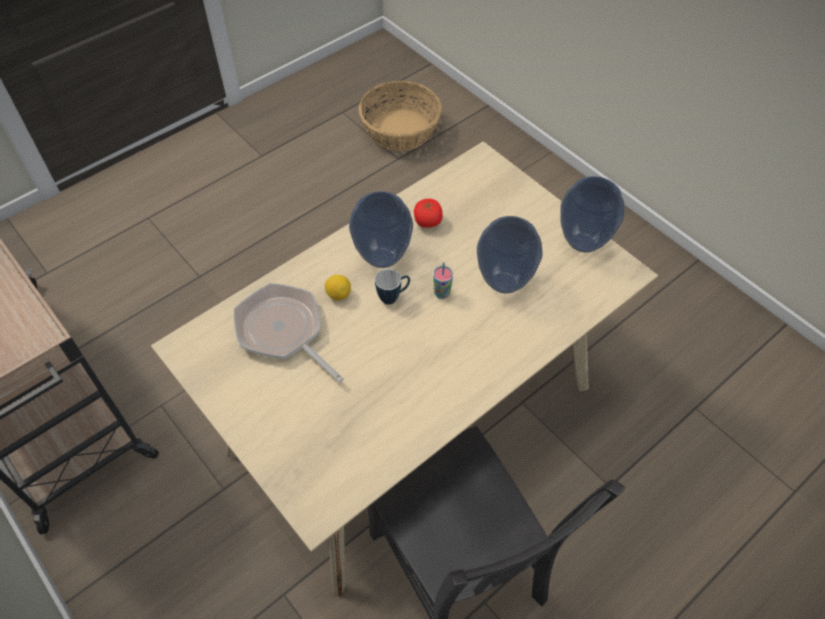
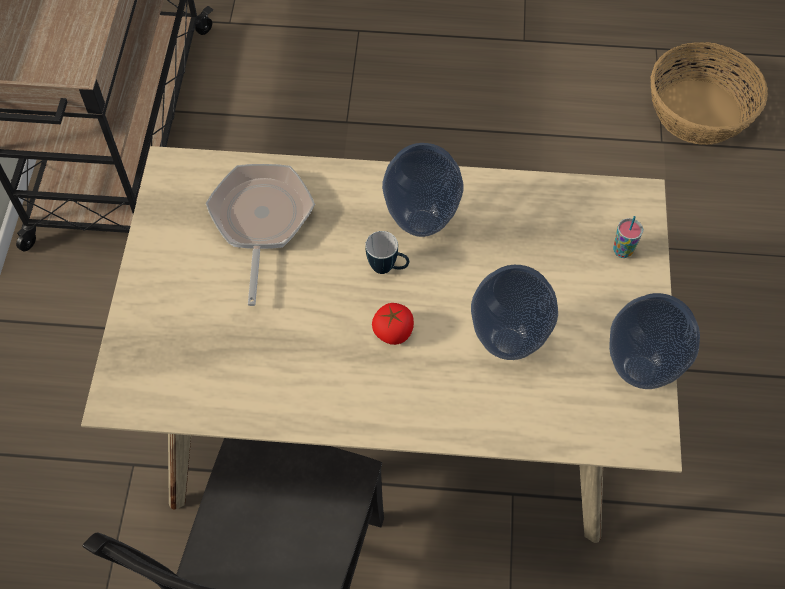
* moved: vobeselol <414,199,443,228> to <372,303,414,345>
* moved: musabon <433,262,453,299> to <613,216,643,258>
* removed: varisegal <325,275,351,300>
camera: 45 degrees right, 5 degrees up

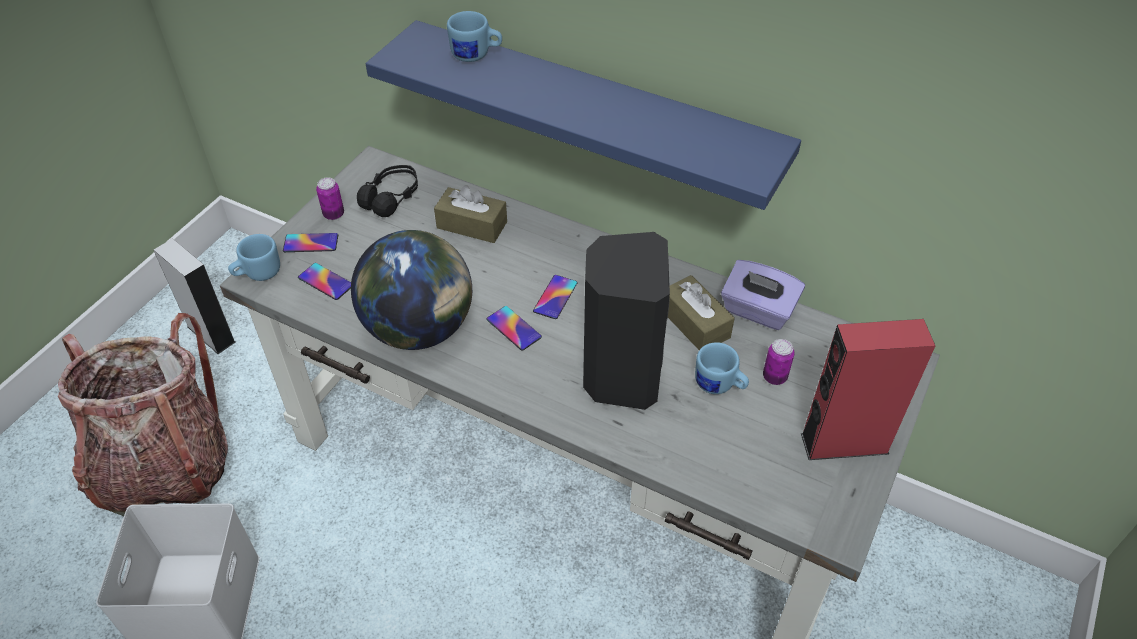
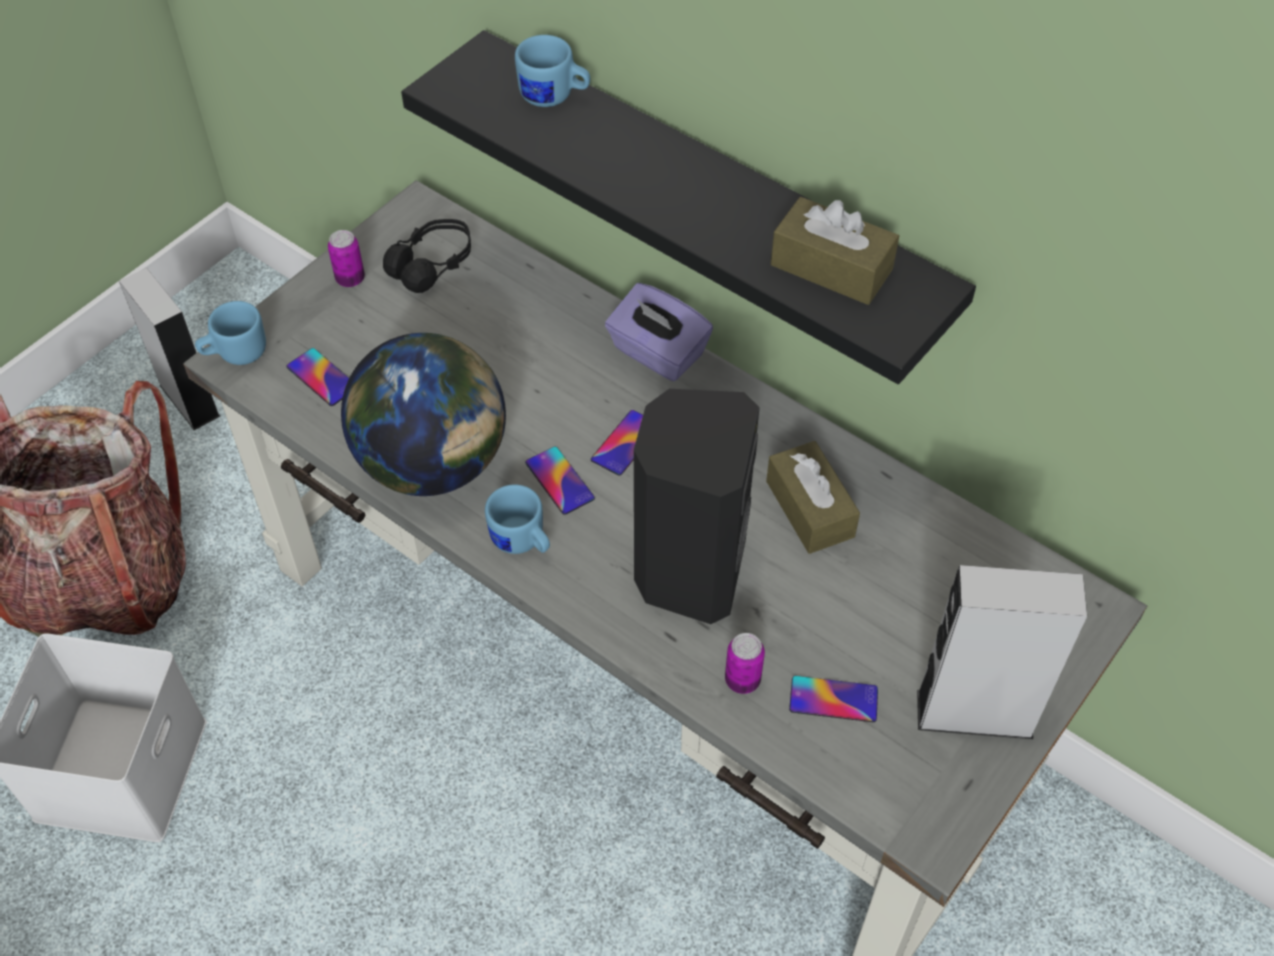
* recoloured: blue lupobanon <366,20,801,210> to black lupobanon <401,30,976,384>
* moved: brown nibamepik <434,185,507,243> to <771,197,899,305>
* moved: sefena <283,233,338,252> to <789,676,878,722>
* moved: purple nibamepik <721,260,805,330> to <605,283,713,381>
* recoloured: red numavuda <801,319,935,460> to grey numavuda <917,565,1087,739>
* moved: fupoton <763,339,795,385> to <725,633,765,694>
* moved: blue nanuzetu <695,342,749,394> to <485,485,550,554>
camera: 10 degrees right, 5 degrees up

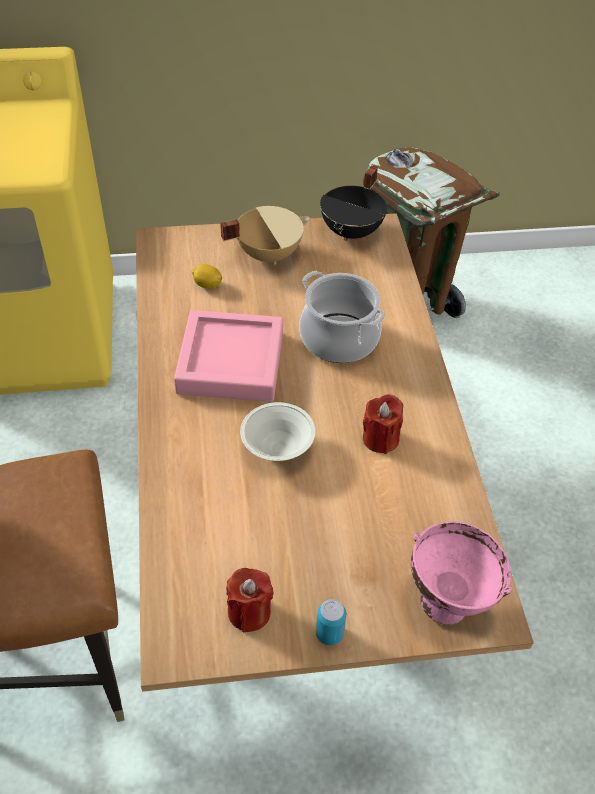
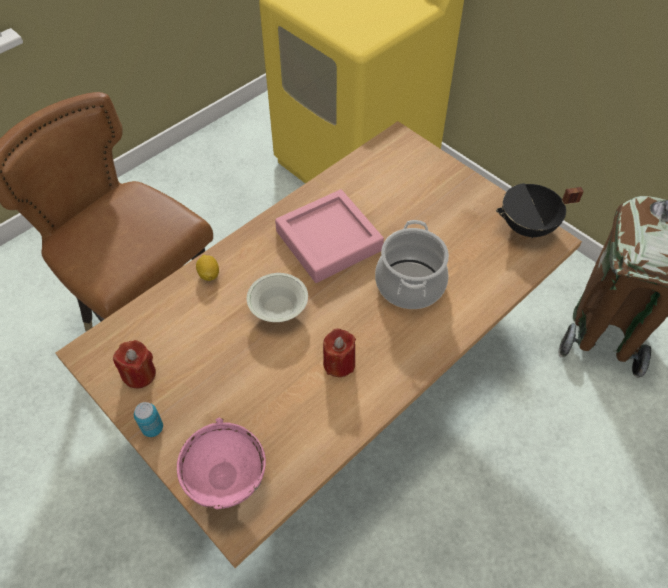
* removed: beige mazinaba <220,206,310,265>
* moved: varisegal <191,264,222,289> to <196,255,219,281>
camera: 55 degrees right, 5 degrees up

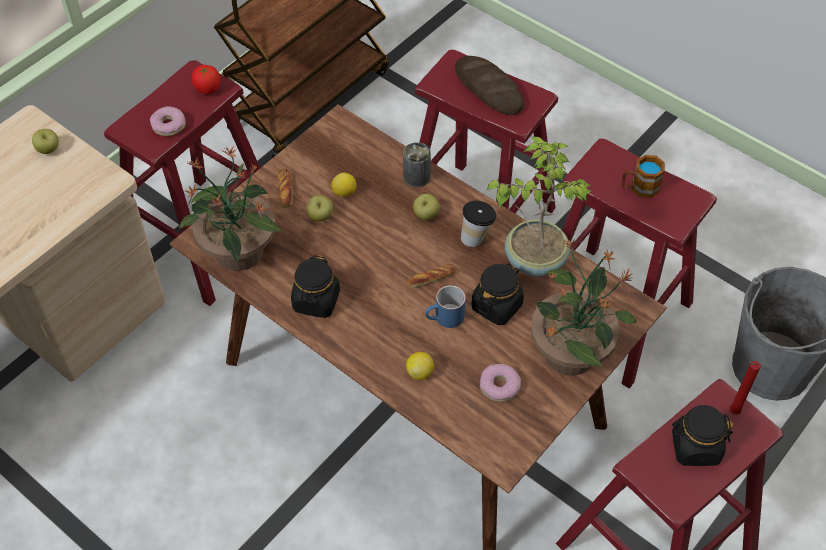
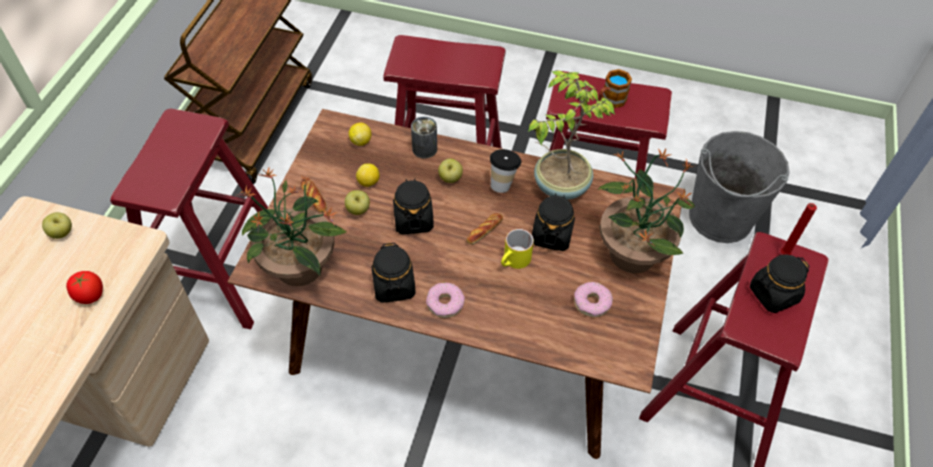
* removed: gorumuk <455,56,524,115>
* moved: vobeselol <192,65,220,95> to <66,271,103,304>
* moved: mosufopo <150,106,186,136> to <426,283,465,318>
* recoloured: blue nanuzetu <425,285,466,328> to yellow nanuzetu <501,229,534,269>
* moved: varisegal <406,352,434,380> to <349,123,371,146>
* added: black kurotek <393,178,434,234>
camera: 25 degrees left, 0 degrees up

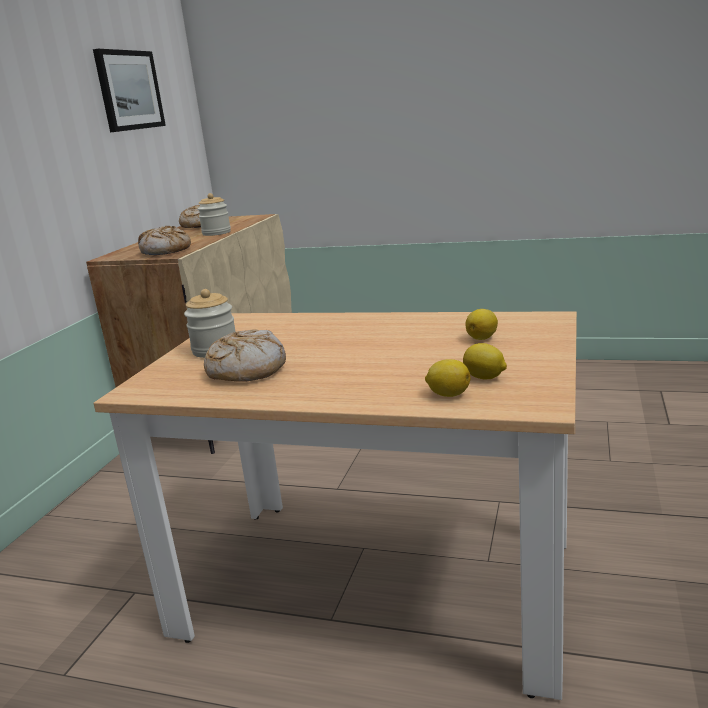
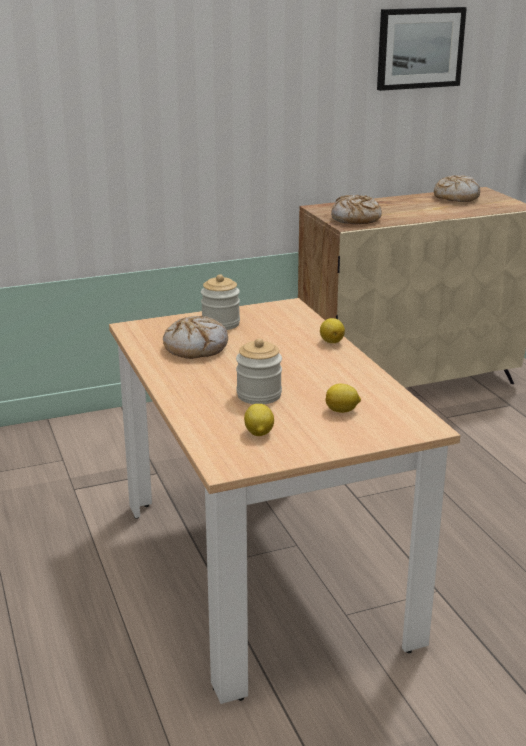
* moved: kurotek <198,193,231,236> to <236,338,282,404>
* moved: varisegal <425,359,470,397> to <320,318,345,343>
camera: 50 degrees right, 5 degrees up

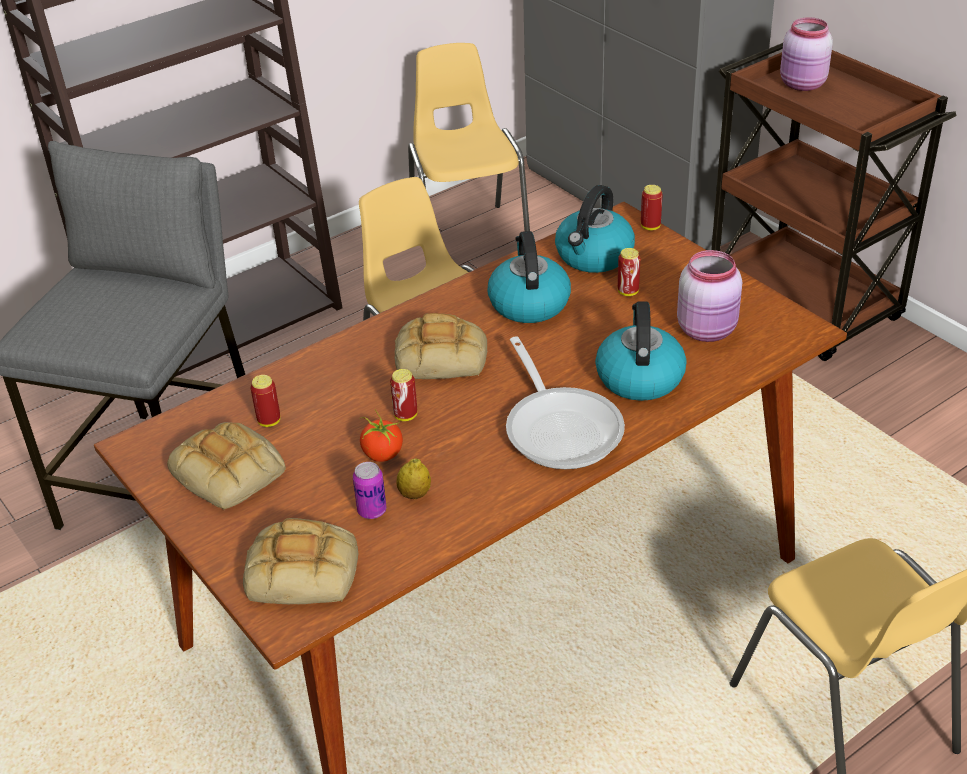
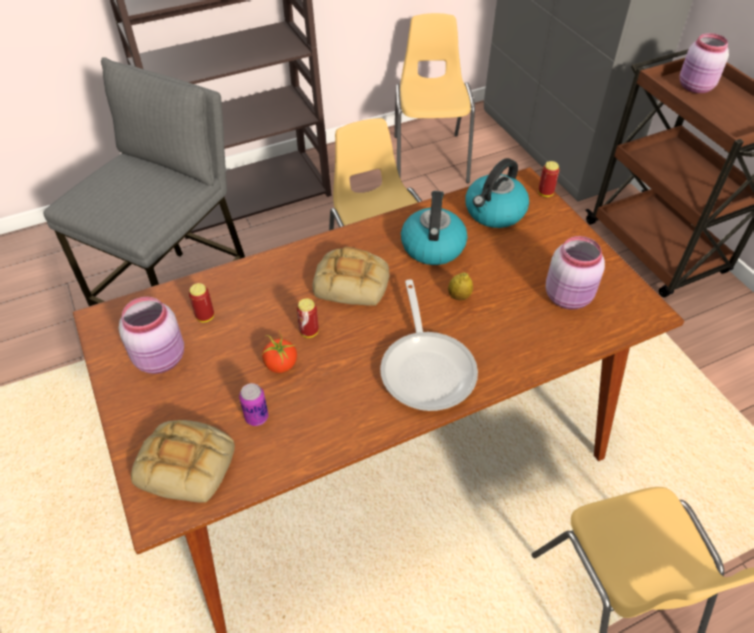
* removed: fupoton <618,248,640,296>
* removed: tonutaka <595,301,686,401>
* replaced: gorumuk <167,422,286,509> to pink kurotek <119,297,184,374>
* moved: varisegal <397,458,431,499> to <448,272,473,300>
camera: 10 degrees right, 10 degrees up

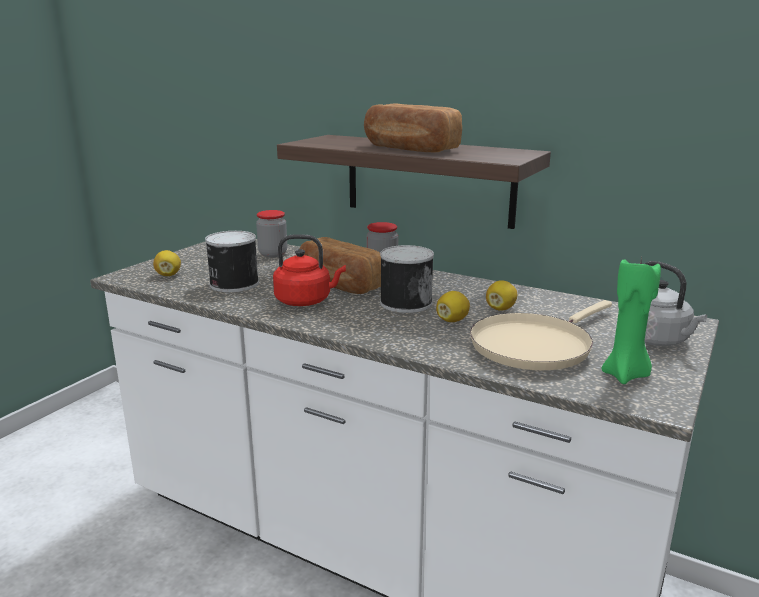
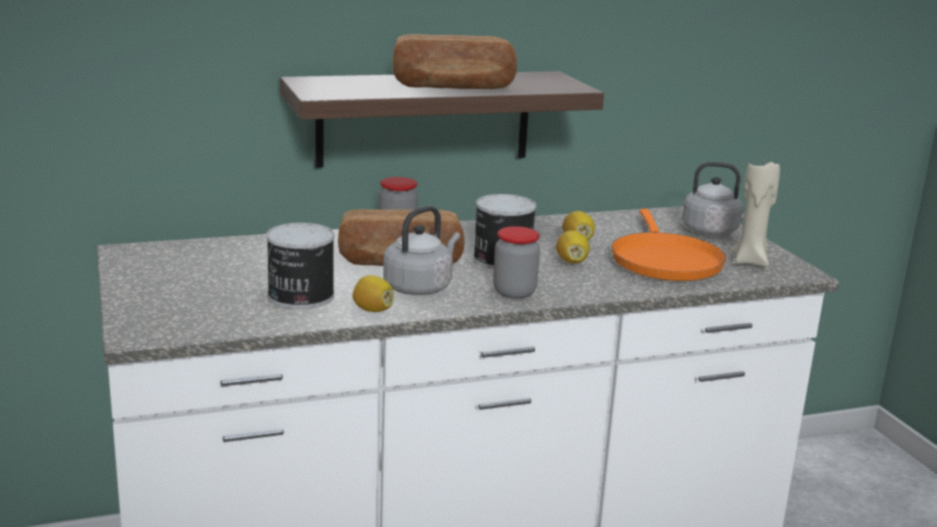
* moved: kurotek <256,210,287,257> to <493,226,540,299>
* recoloured: red tonutaka <273,234,346,306> to grey tonutaka <383,206,460,295>
* moved: varisegal <153,250,181,276> to <352,275,394,312>
* recoloured: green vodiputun <601,257,661,384> to beige vodiputun <731,160,780,267>
* recoloured: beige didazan <470,300,612,370> to orange didazan <611,209,726,281>
camera: 50 degrees left, 0 degrees up

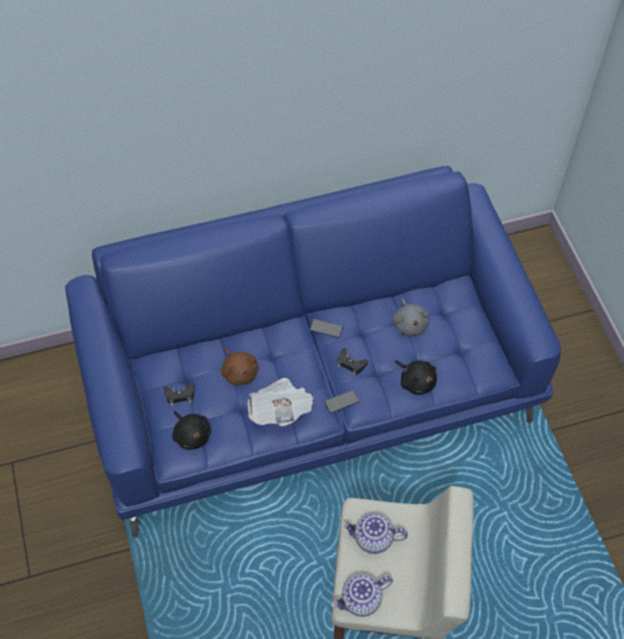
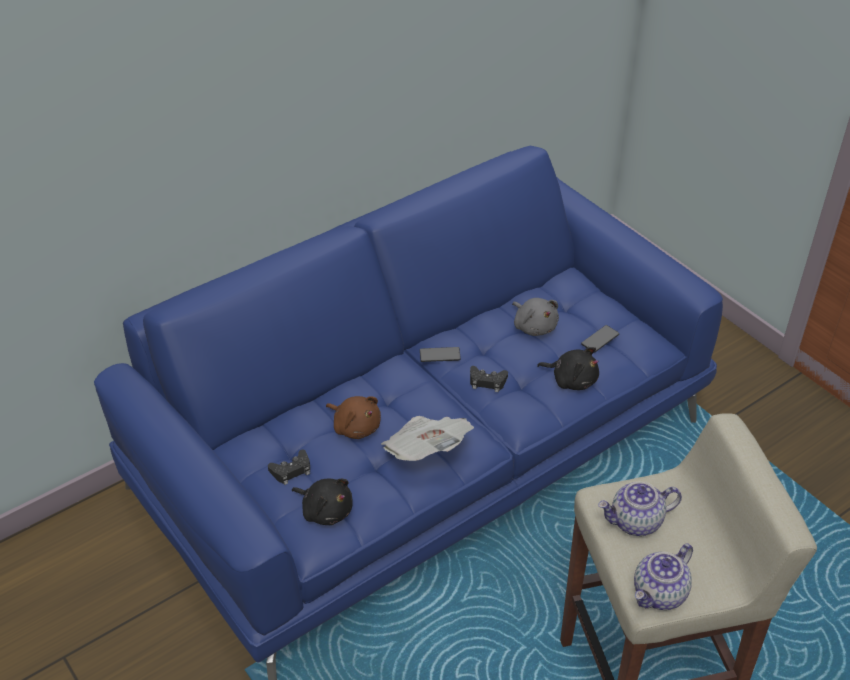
* moved: sefena <324,390,360,413> to <581,325,619,353>
camera: 20 degrees left, 15 degrees down

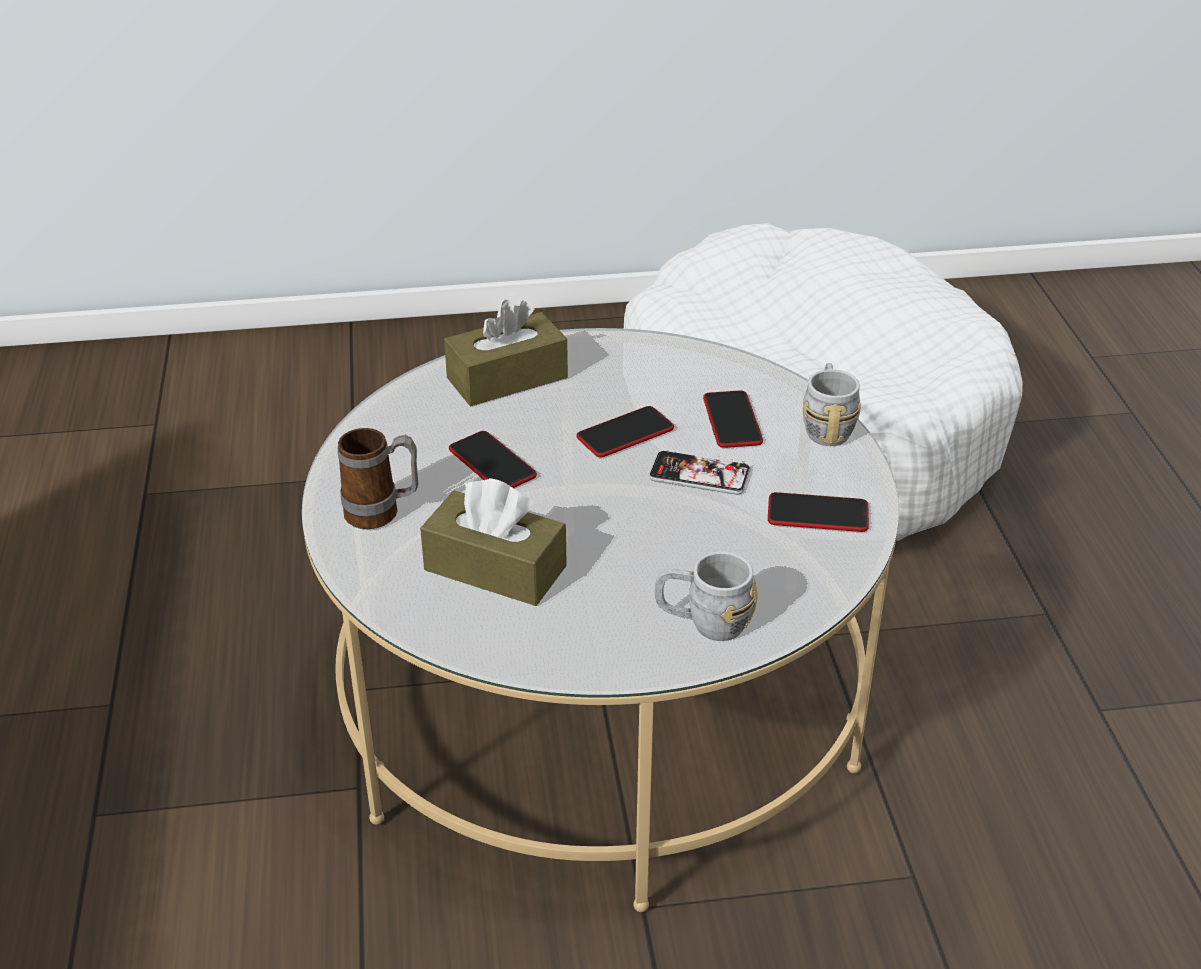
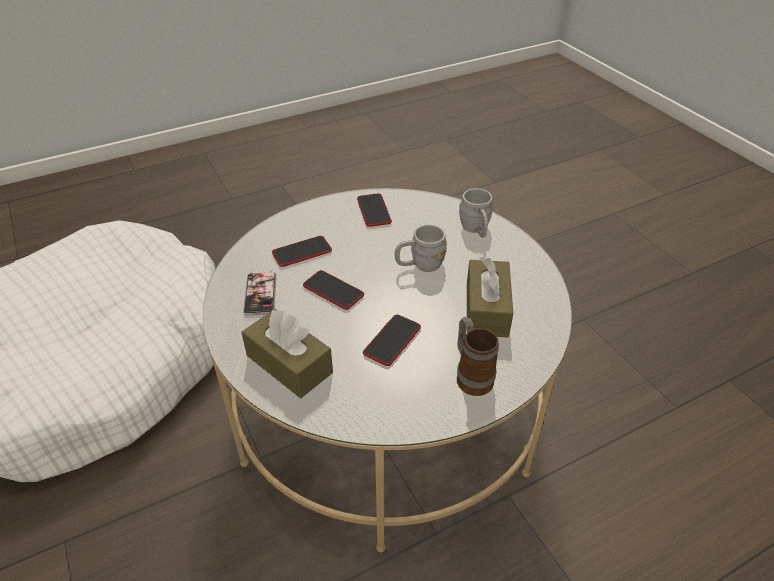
* moved: grey nanuzetu <803,363,861,446> to <395,224,447,272>
* moved: sefena <649,450,751,494> to <243,271,276,315>
camera: 110 degrees left, 5 degrees up

